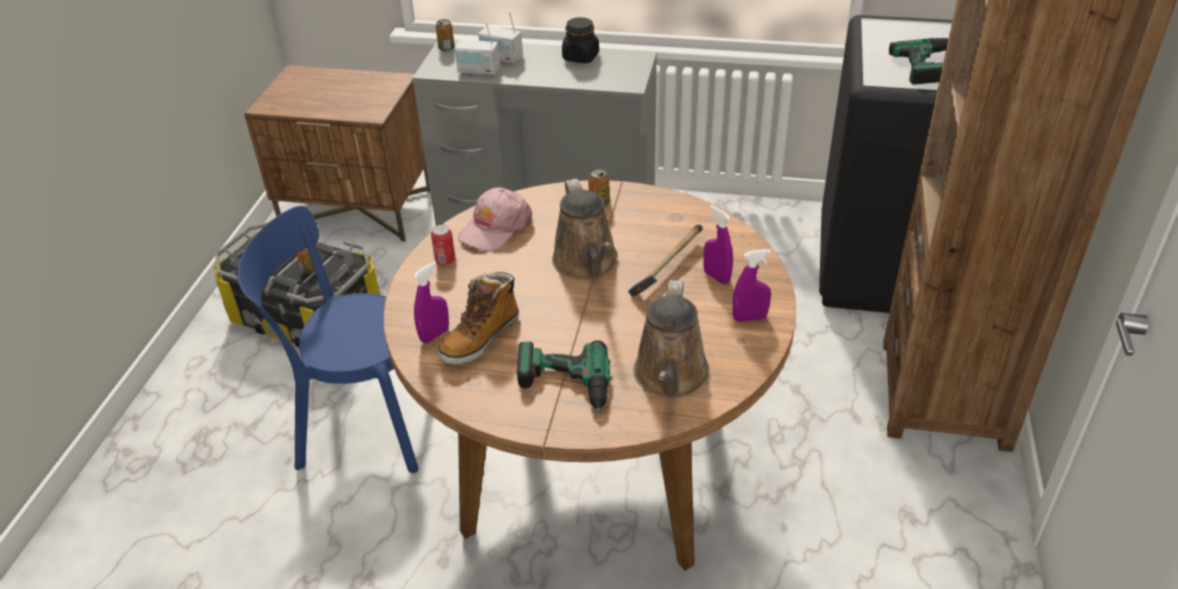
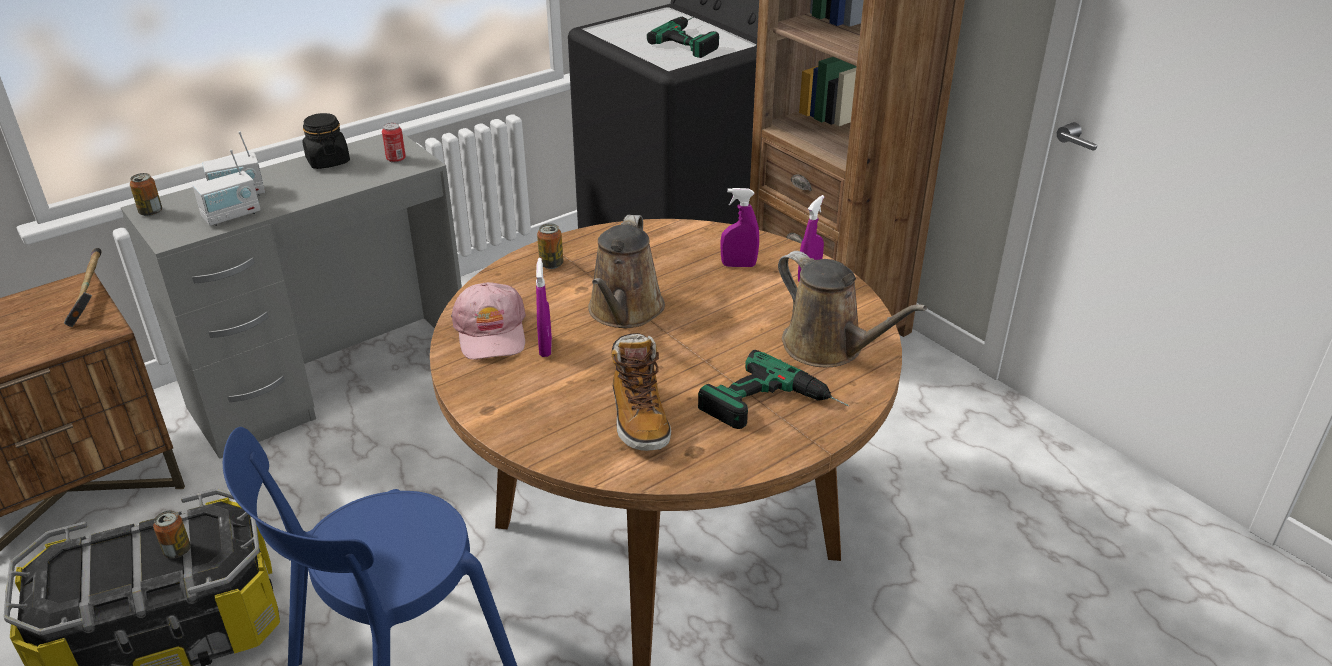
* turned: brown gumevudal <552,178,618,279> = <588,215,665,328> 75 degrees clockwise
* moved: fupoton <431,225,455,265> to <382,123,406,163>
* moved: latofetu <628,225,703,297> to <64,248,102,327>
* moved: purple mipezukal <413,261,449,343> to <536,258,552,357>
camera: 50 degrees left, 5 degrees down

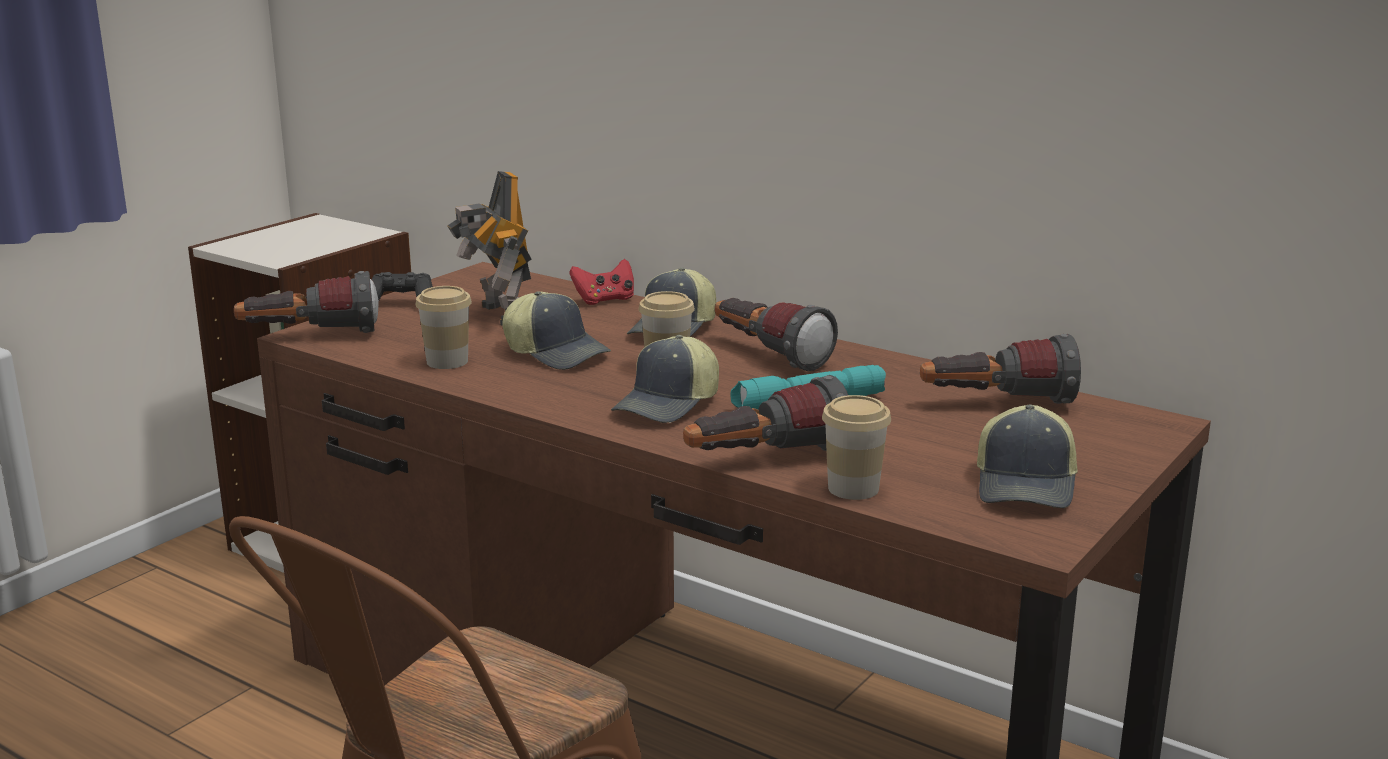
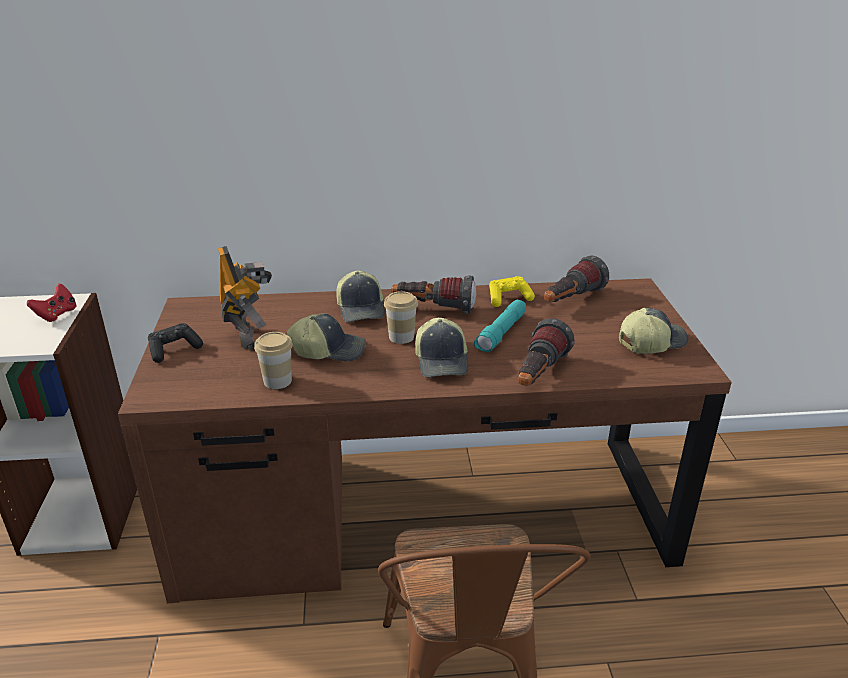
* turned: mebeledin <447,171,532,325> = <218,246,272,350> 135 degrees counterclockwise
* moved: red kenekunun <570,259,634,305> to <27,283,77,322>
* removed: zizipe <234,271,379,333>
* removed: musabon <822,395,891,500>
* turned: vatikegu <977,404,1078,508> = <619,308,688,354> 90 degrees counterclockwise
* added: yellow kenekunun <489,276,535,307>
camera: 40 degrees left, 10 degrees up

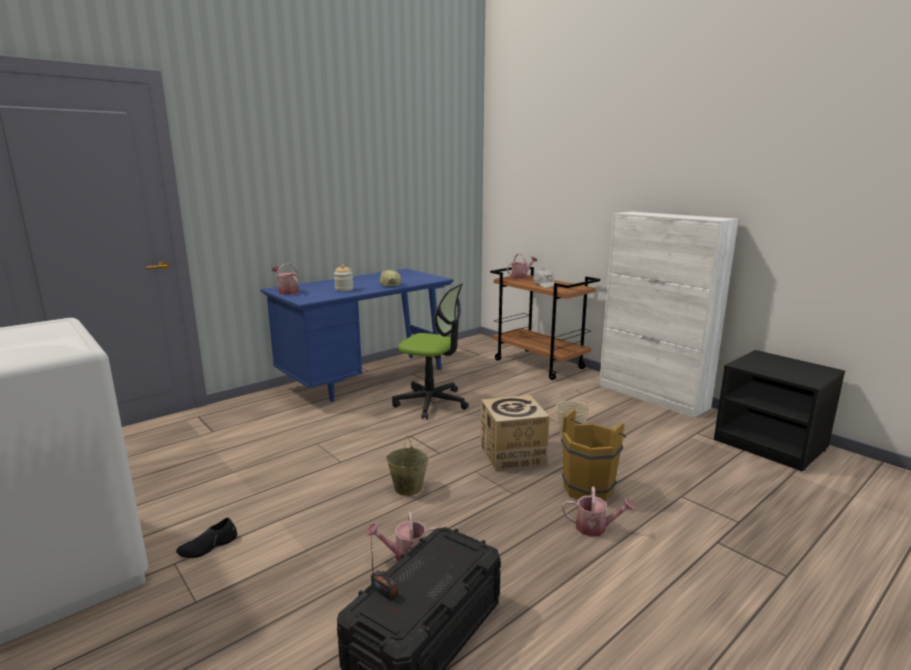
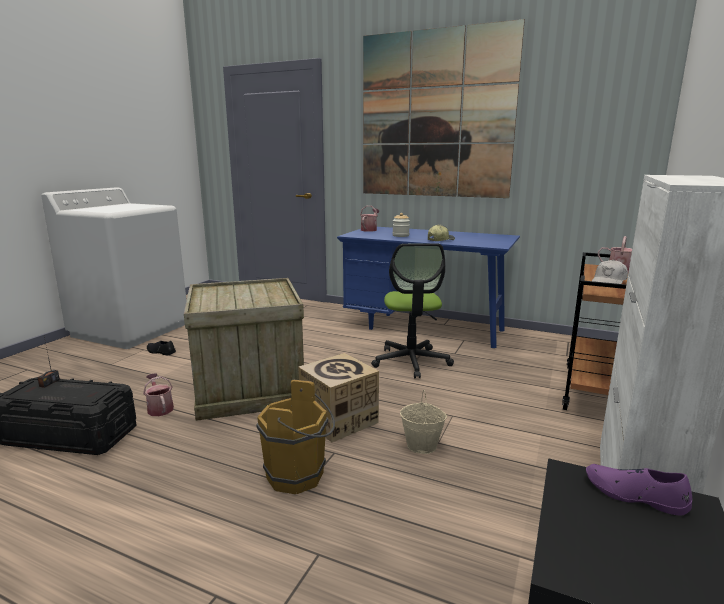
* replaced: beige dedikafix <386,436,429,496> to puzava <184,278,304,421>
* removed: gumevudal <562,487,635,537>
* added: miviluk <363,19,525,198>
* added: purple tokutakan <586,464,692,515>
camera: 65 degrees right, 0 degrees up

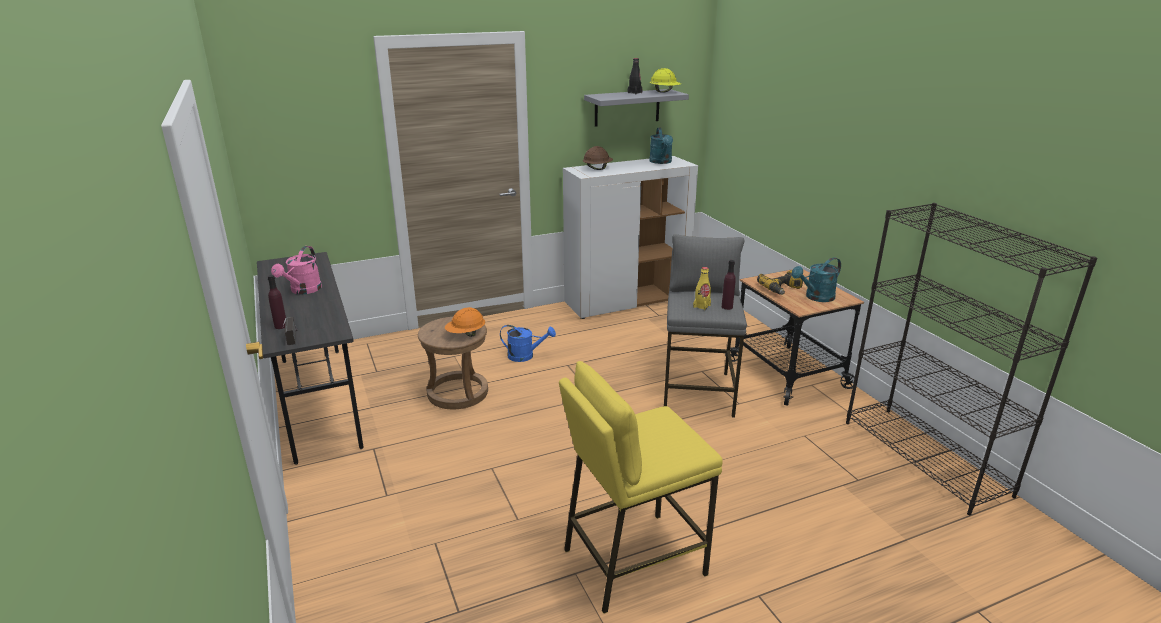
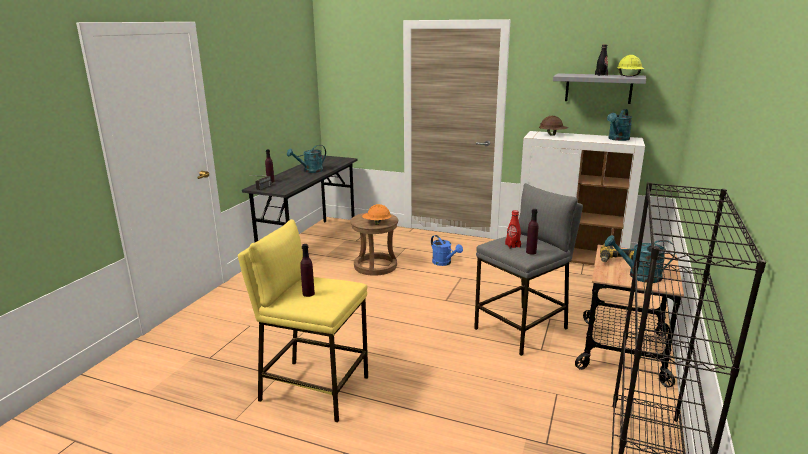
* recoloured: pink gumevudal <271,246,322,295> to turquoise gumevudal <287,145,326,173>
* recoloured: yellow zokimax <693,267,711,310> to red zokimax <505,210,521,249>
* added: purple zokimax <300,244,315,297>
camera: 45 degrees right, 5 degrees down

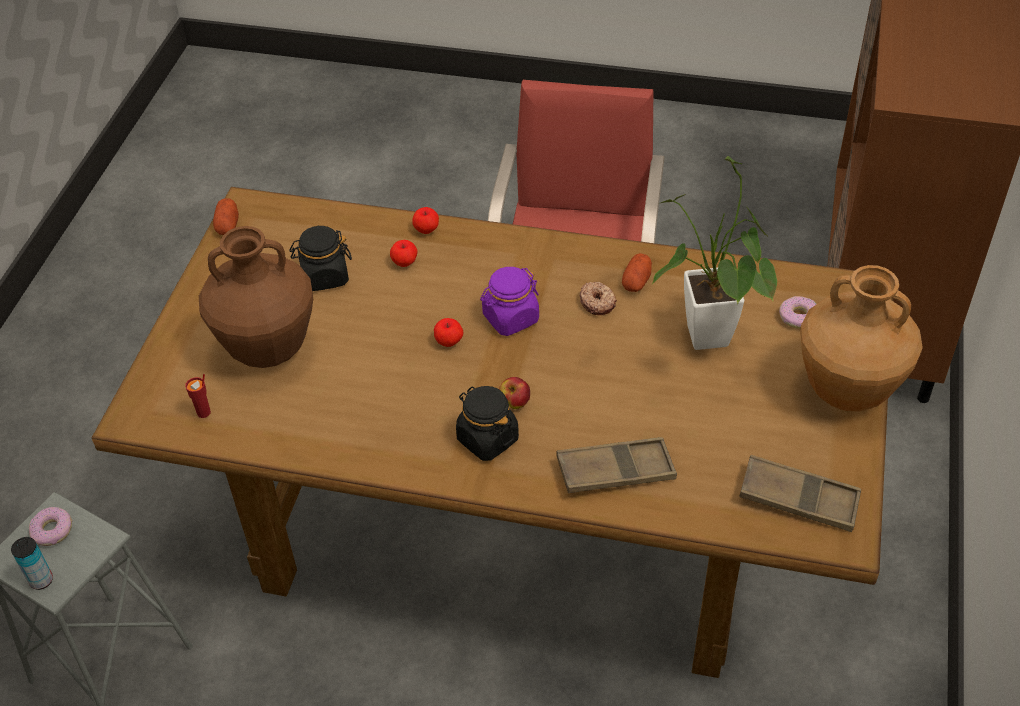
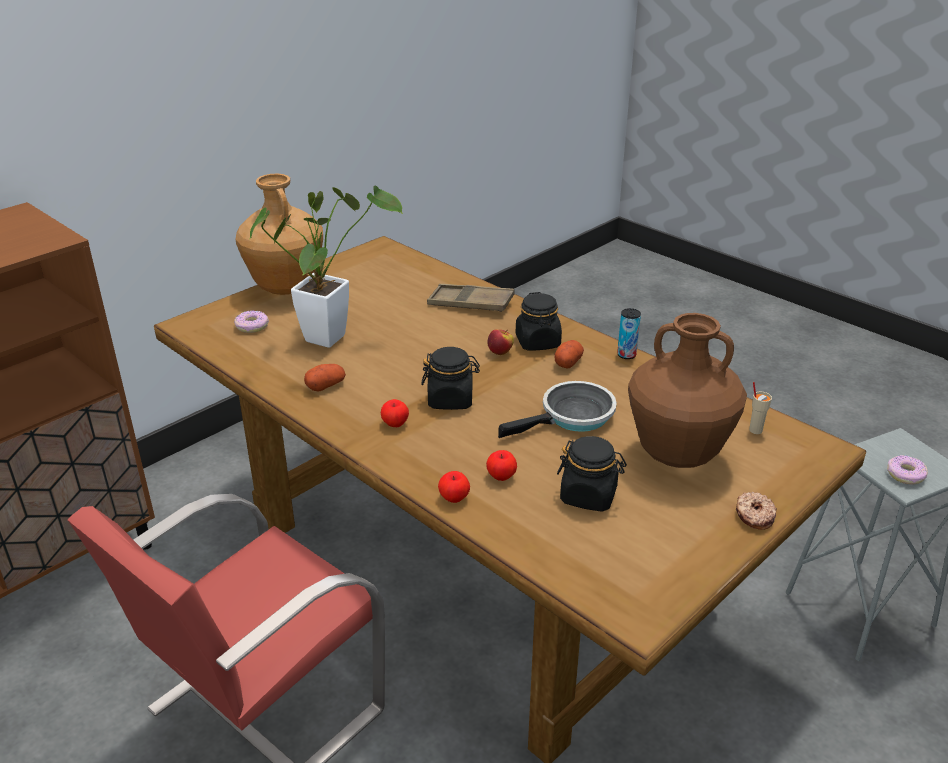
* moved: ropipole <213,198,239,235> to <555,340,584,368>
* recoloured: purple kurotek <480,267,539,336> to black kurotek <421,347,480,410>
* moved: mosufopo <580,282,617,315> to <736,492,777,530>
* moved: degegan <434,318,463,347> to <381,399,409,427>
* recoloured: red musabon <185,374,211,418> to beige musabon <749,382,772,434>
* removed: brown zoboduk <739,455,861,532>
* moved: fupoton <11,537,53,590> to <617,308,641,359>
* added: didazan <498,381,617,438>
camera: 150 degrees left, 15 degrees down

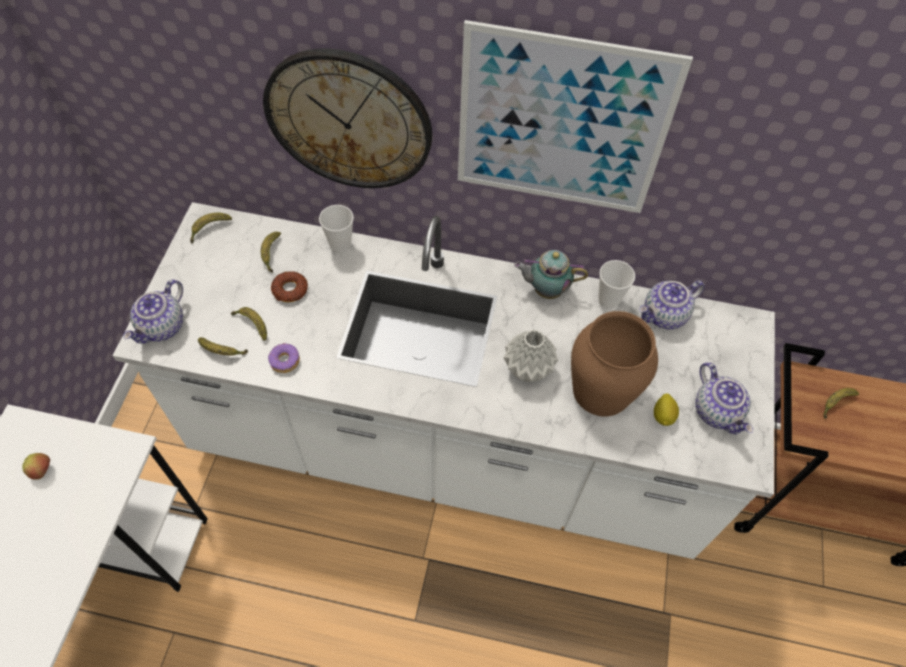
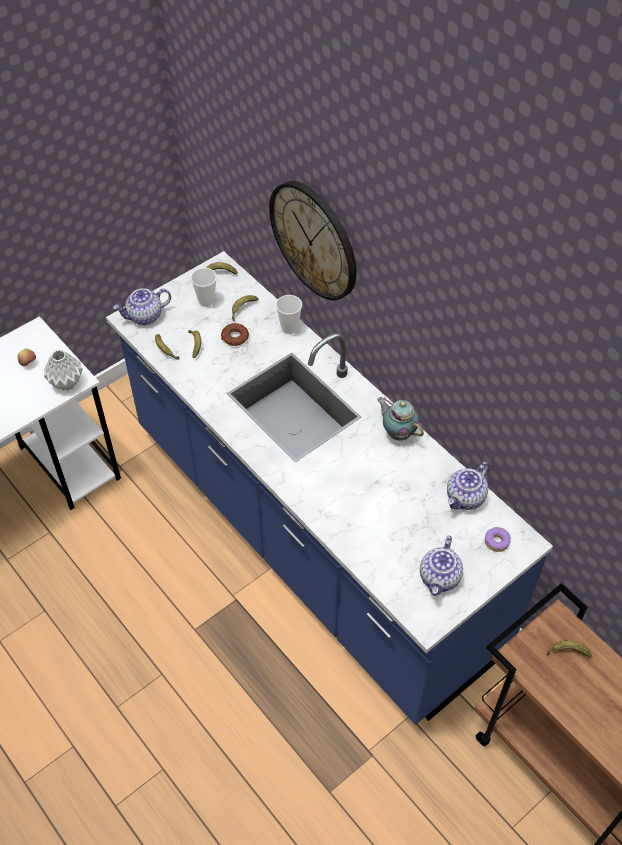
* removed: miviluk <458,20,693,213>
* recoloured: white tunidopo <112,202,775,559> to blue tunidopo <106,251,553,725>
* moved: musabon <598,260,635,309> to <191,268,217,307>
* turned: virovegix <639,280,705,329> = <447,461,489,510> 60 degrees counterclockwise
* removed: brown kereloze <571,311,658,417>
* moved: grey kereloze <504,330,558,382> to <44,350,83,391>
* moved: mosufopo <268,343,300,373> to <485,527,511,552>
* removed: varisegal <654,394,679,426>
camera: 40 degrees right, 5 degrees down

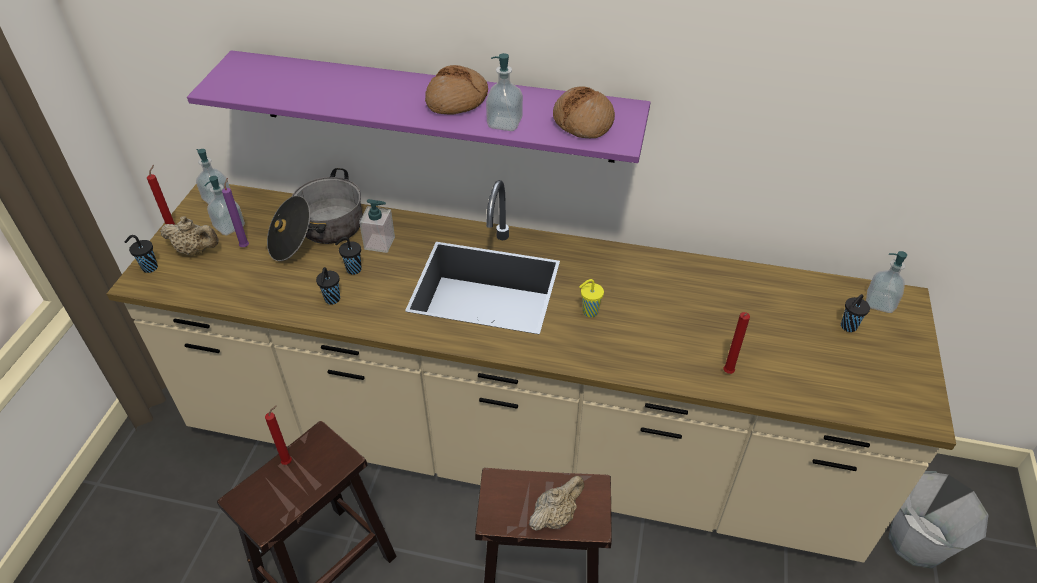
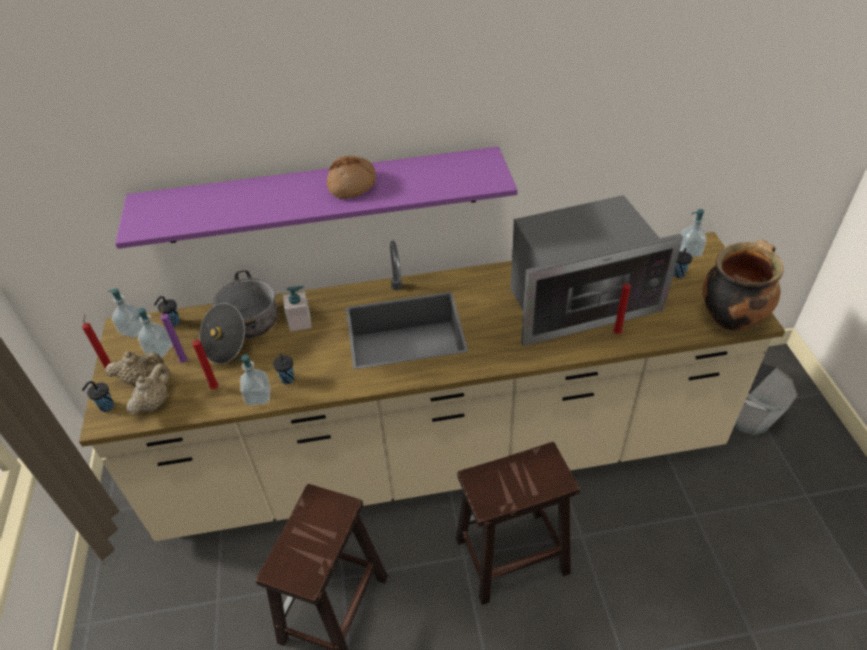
* moved: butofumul <486,53,523,131> to <235,355,271,406>
* removed: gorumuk <553,86,615,138>
* moved: black musabon <335,237,362,275> to <154,296,180,327>
* removed: yellow musabon <579,279,604,317>
* moved: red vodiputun <265,406,292,465> to <192,332,219,389>
* moved: beige virovegix <529,476,584,531> to <127,363,170,414>
* added: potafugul <511,195,683,346>
* added: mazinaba <702,240,784,331>
camera: 20 degrees left, 0 degrees up

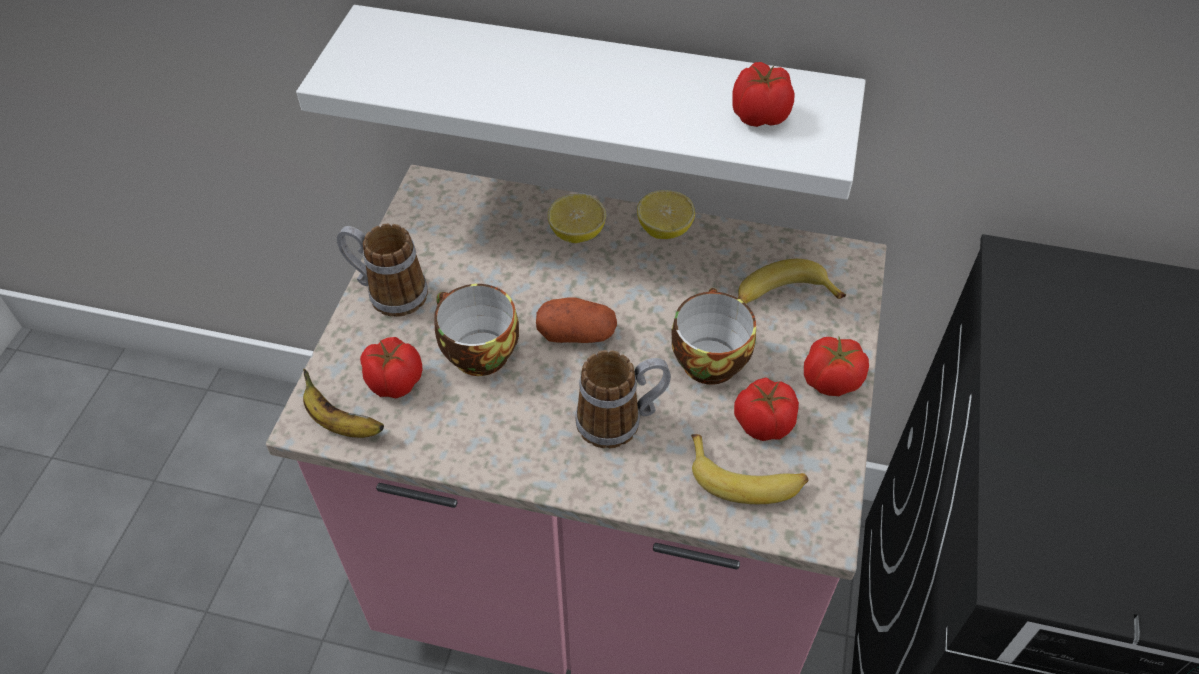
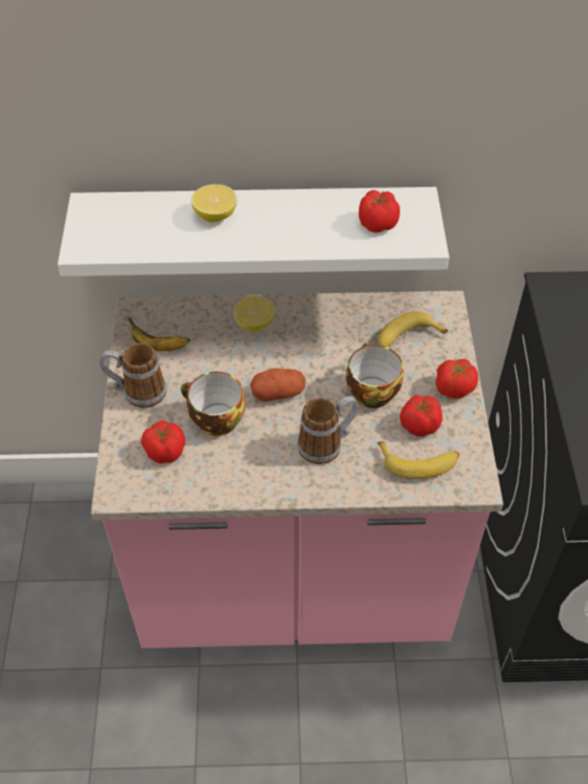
* moved: varisegal <637,190,695,239> to <191,184,237,222>
* moved: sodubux <303,369,384,438> to <128,317,190,351>
camera: 15 degrees left, 0 degrees up

